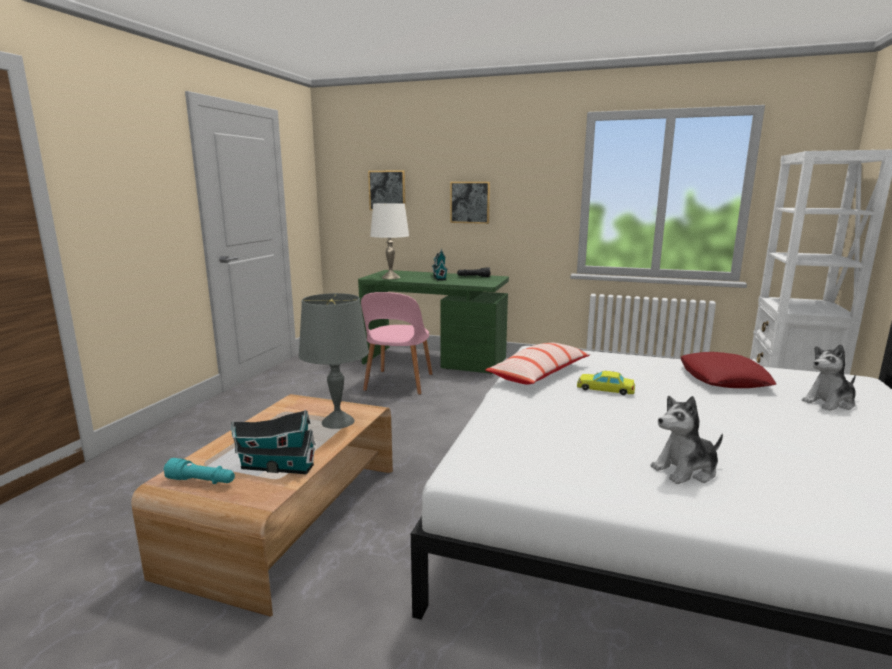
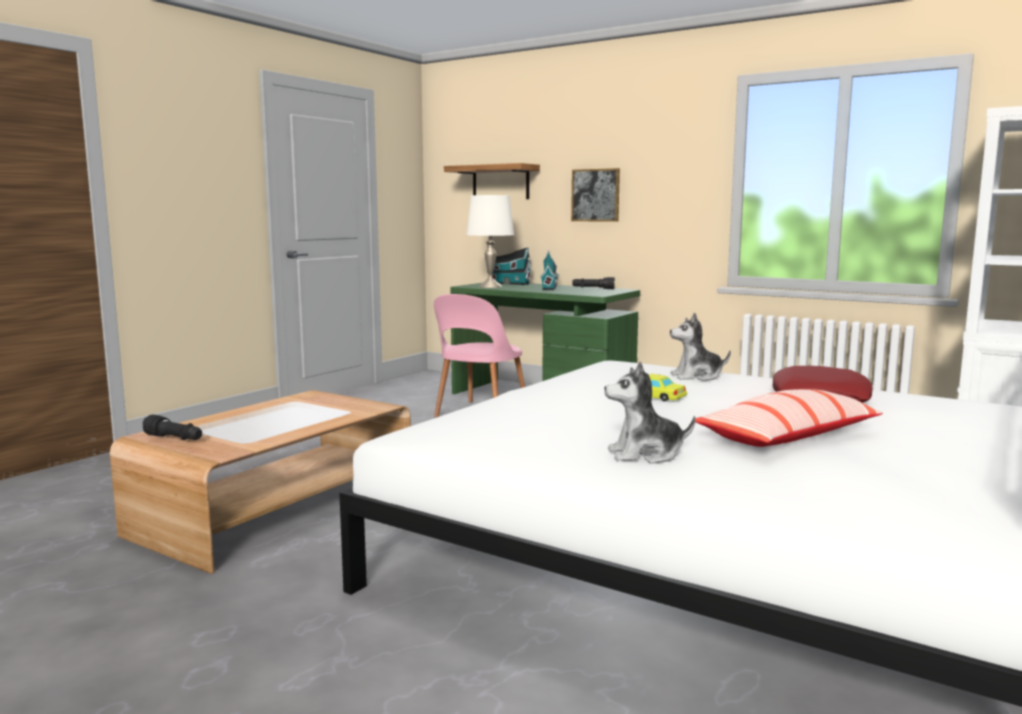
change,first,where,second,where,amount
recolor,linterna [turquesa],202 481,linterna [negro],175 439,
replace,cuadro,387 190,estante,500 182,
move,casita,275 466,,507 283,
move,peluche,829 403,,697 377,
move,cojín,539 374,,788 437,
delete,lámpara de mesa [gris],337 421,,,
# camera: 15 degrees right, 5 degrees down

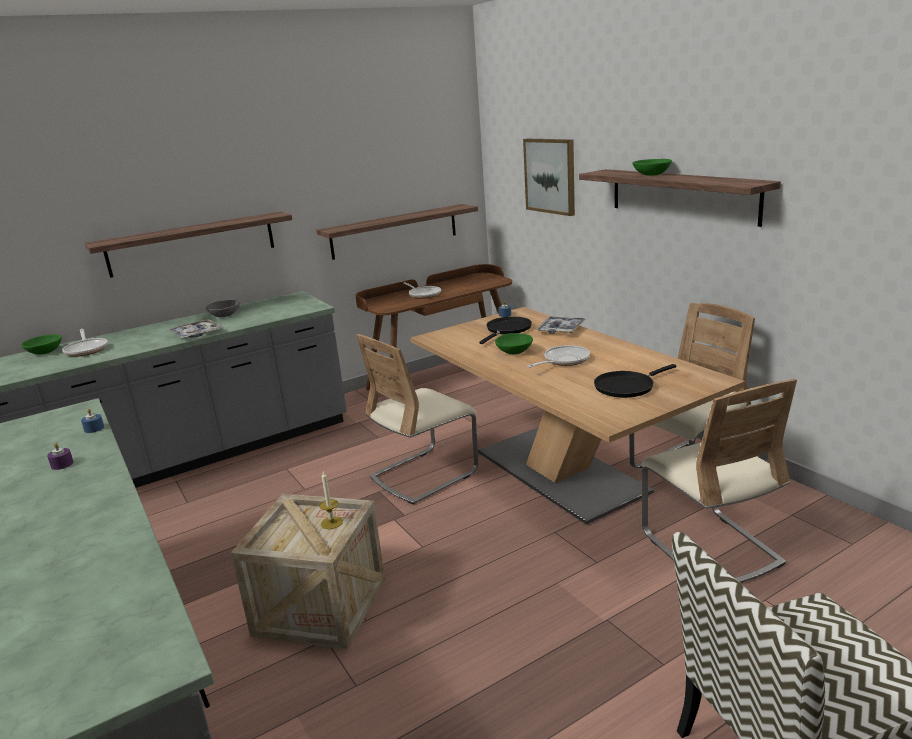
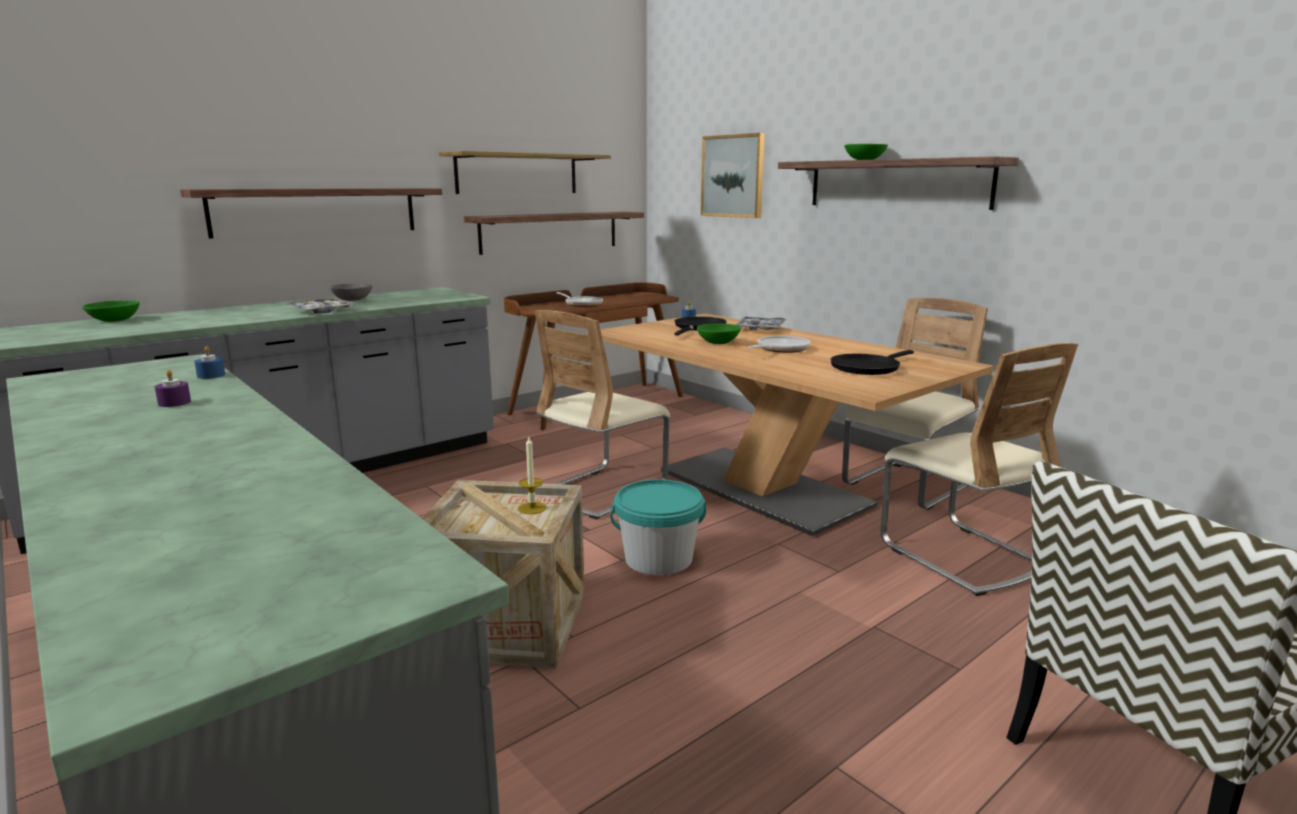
change,first,where,second,where,amount
insert,,,estante,517 174,
insert,,,cubo [turquesa],658 559,
delete,sartén,87 349,,,
# camera: 10 degrees left, 5 degrees down

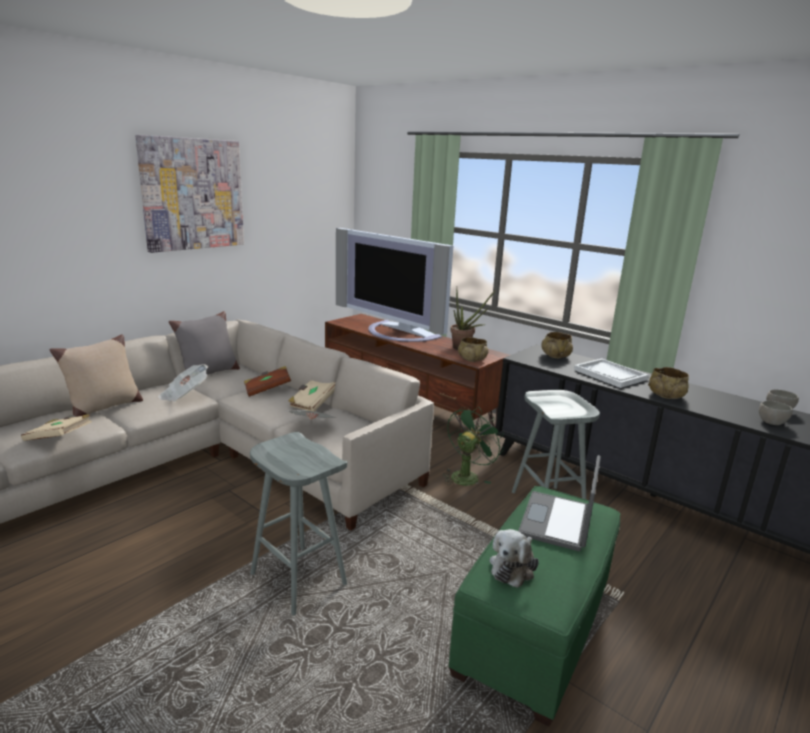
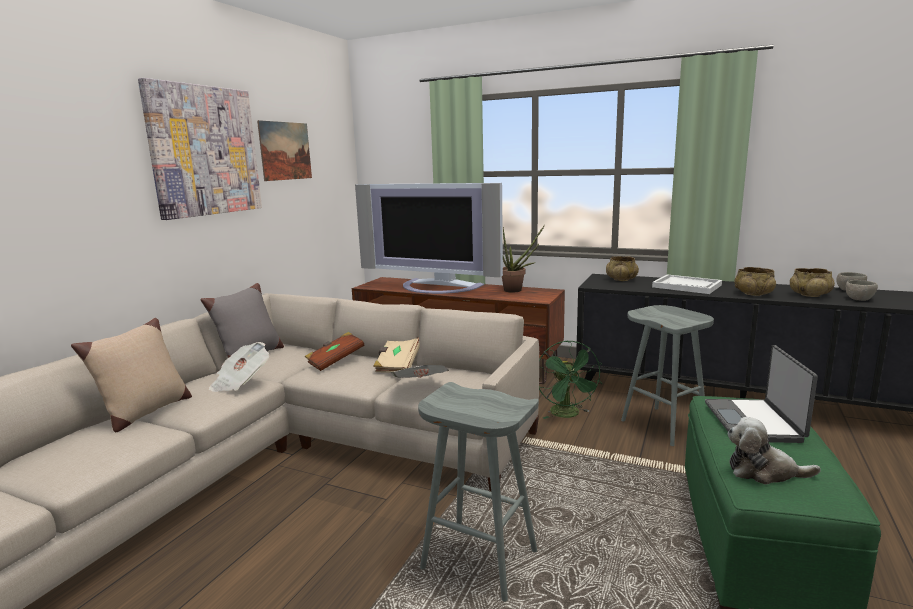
change,first,where,second,where,amount
insert,,,cuadro,285 151,
rotate,ventilador [verde],467 475,,568 415,150 degrees clockwise
rotate,peluche,513 567,,764 472,90 degrees clockwise
move,cuenco [beis],472 359,,809 295,
delete,libro [beis],59 438,,,
# camera: 15 degrees left, 5 degrees down

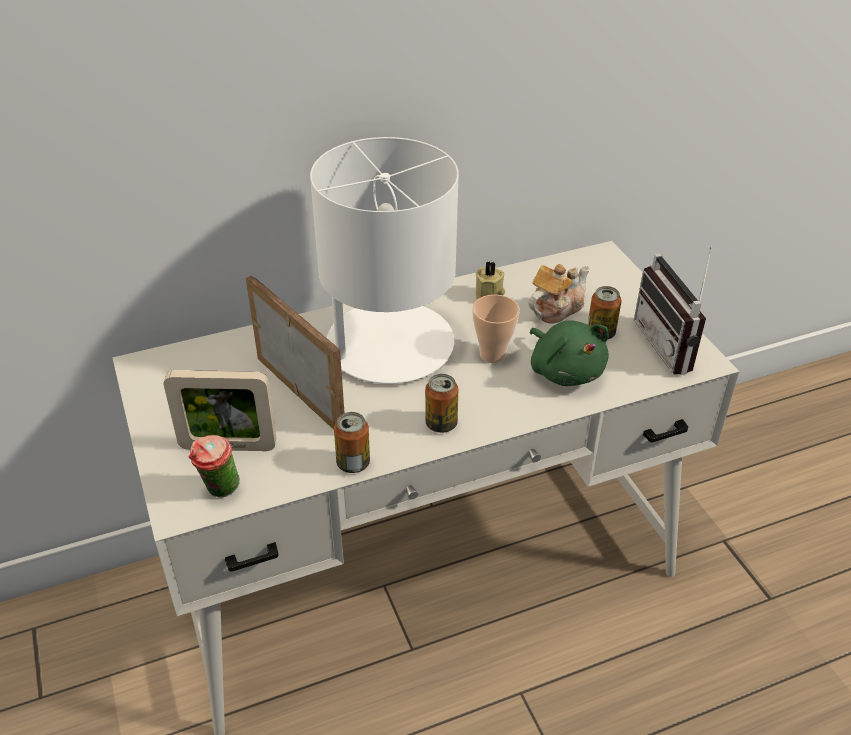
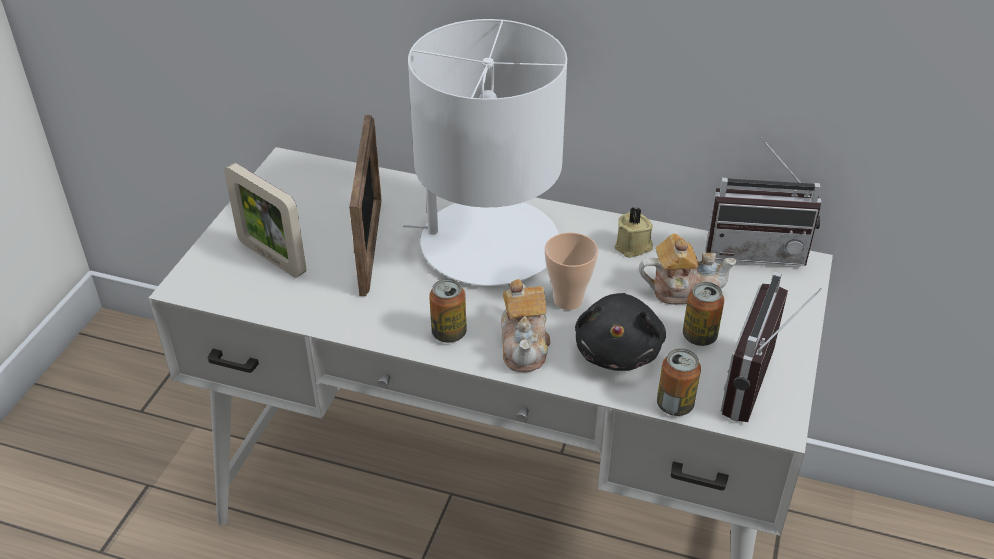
change,first,where,second,where,amount
insert,,,tetera,525 345,
recolor,peluche [verde],565 370,peluche [negro],618 350,
move,lata,353 463,,675 405,
insert,,,radio,755 250,
delete,taza,219 491,,,
# camera: 40 degrees right, 0 degrees up

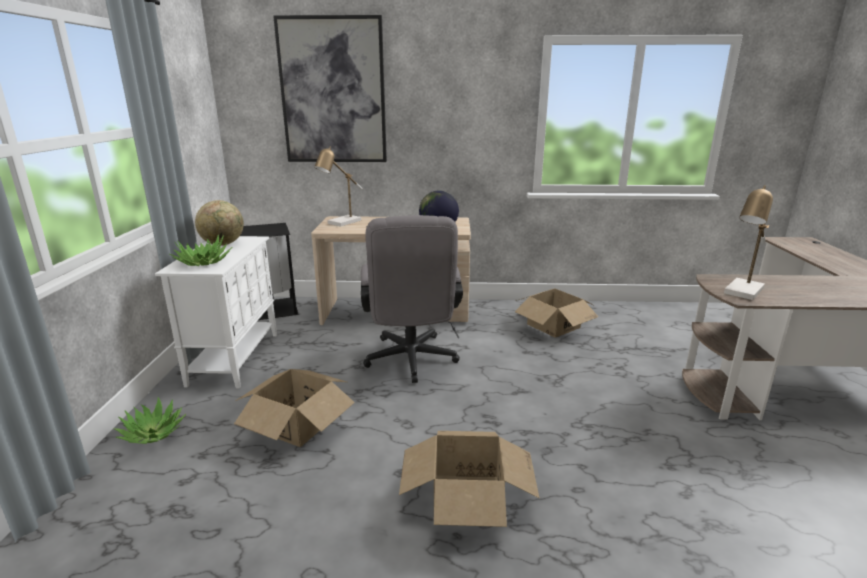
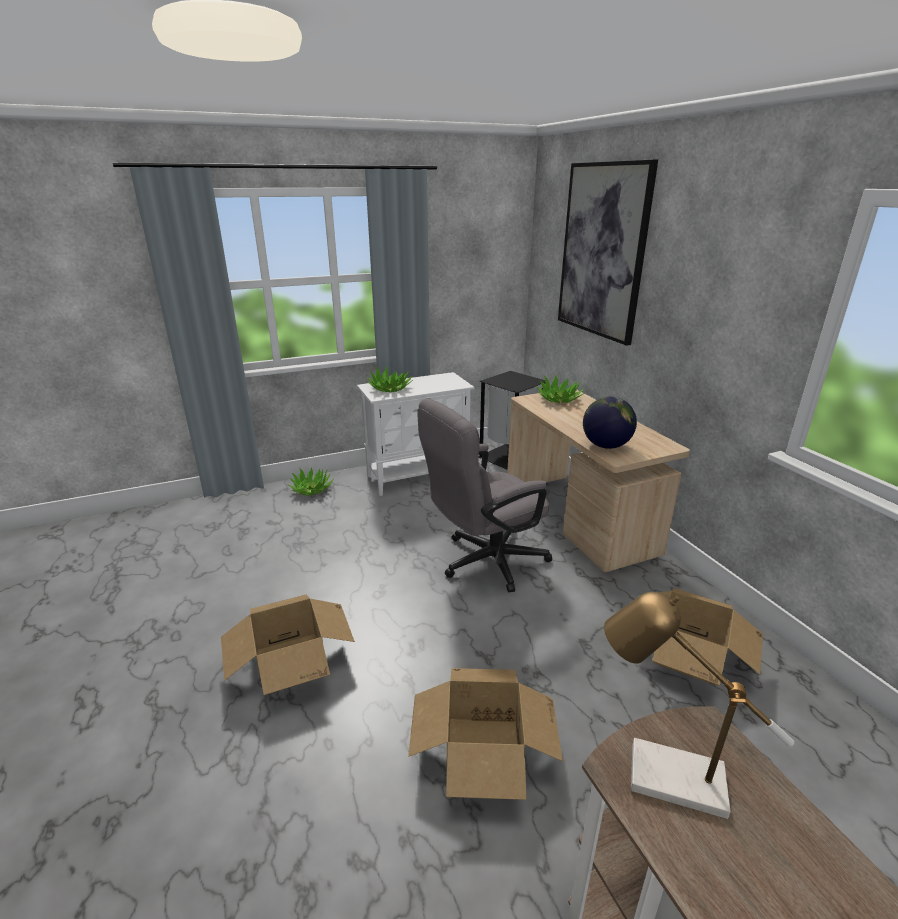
change,first,where,second,where,amount
move,caja de cartón,297 424,,483 749,
replace,lámpara de mesa,341 223,planta en maceta,559 399,
delete,globo terráqueo,223 244,,,
# camera: 65 degrees right, 5 degrees up

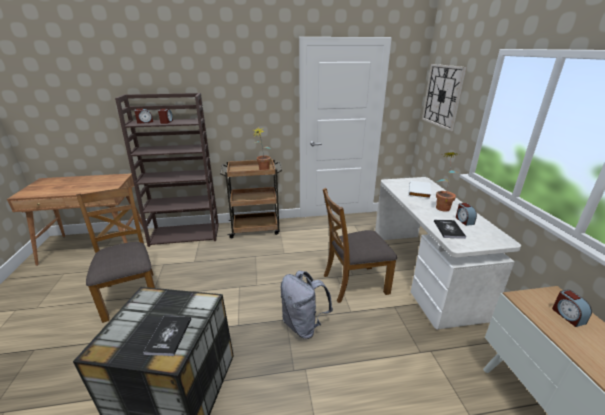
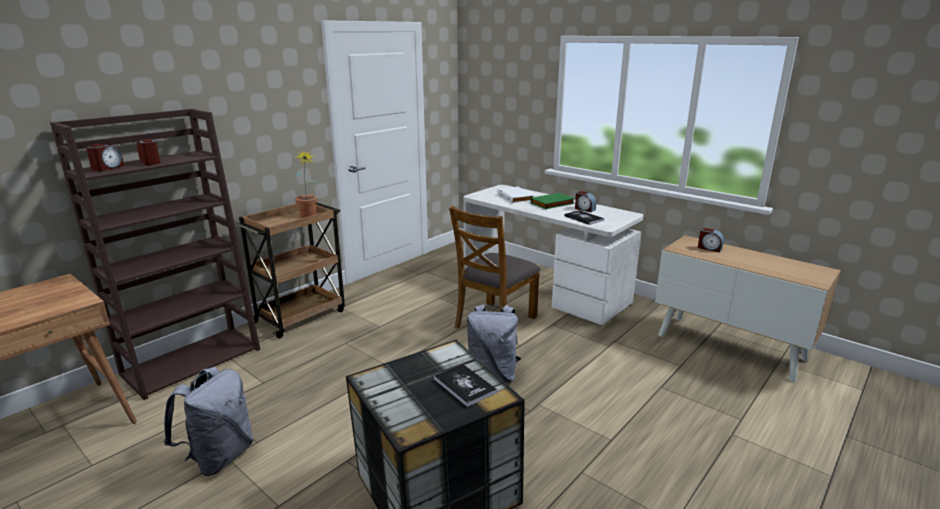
change,first,where,second,where,amount
replace,silla [marrón],131 294,mochila [gris],219 457,
replace,planta en maceta,442 206,libro [verde],552 204,
delete,reloj de pared,442 96,,,
# camera: 40 degrees left, 5 degrees down

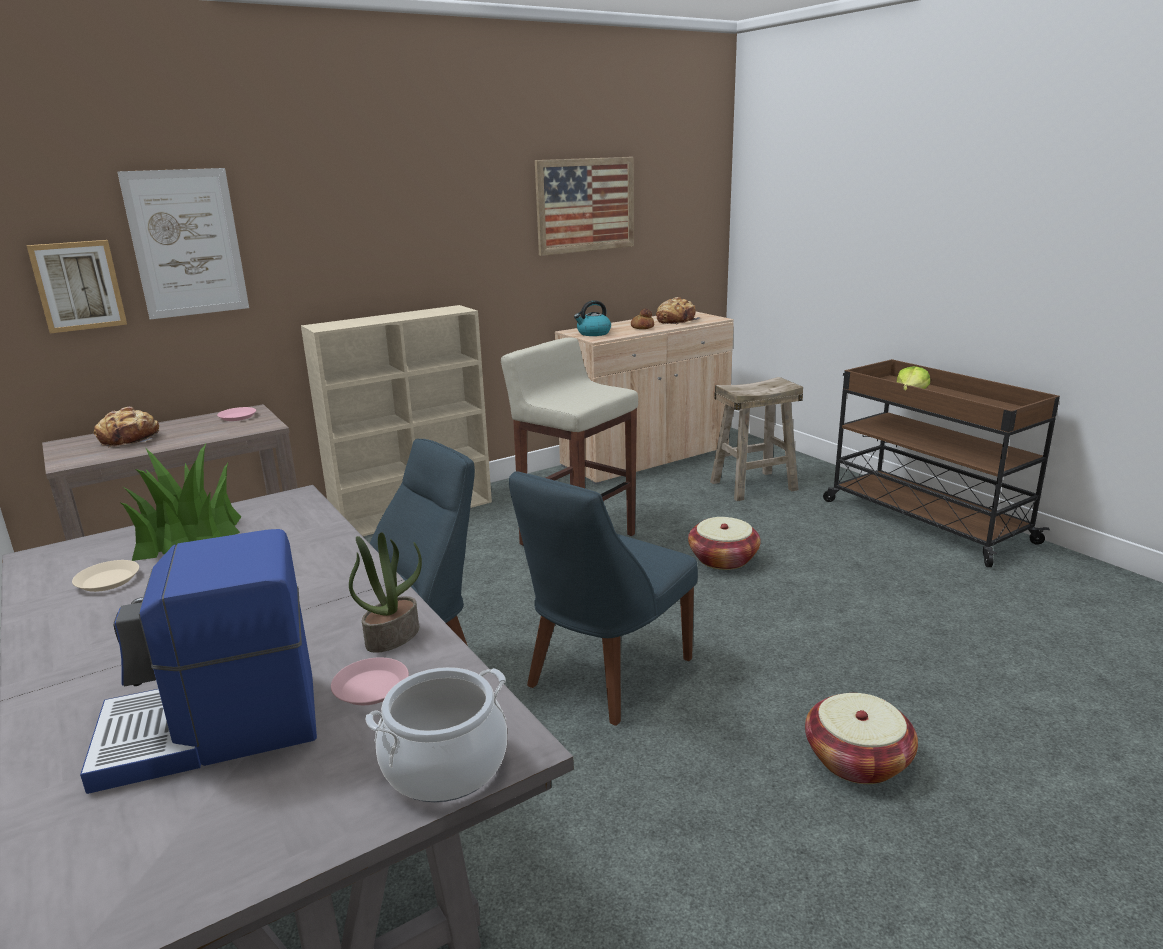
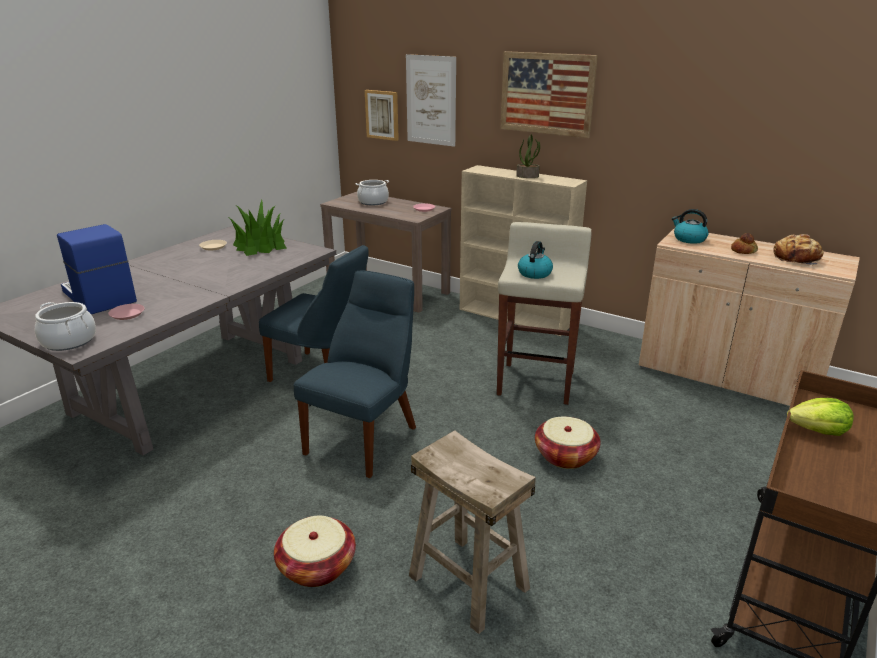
change,first,where,second,where,amount
rotate,silla [azul],604 675,,365 438,105 degrees clockwise
replace,pan,130 439,olla,373 202,
move,taburete [beis],753 485,,469 581,
move,cuadro,585 205,,546 94,
move,planta en maceta,392 636,,527 176,
insert,,,hervidor,534 273,
# camera: 65 degrees right, 5 degrees up

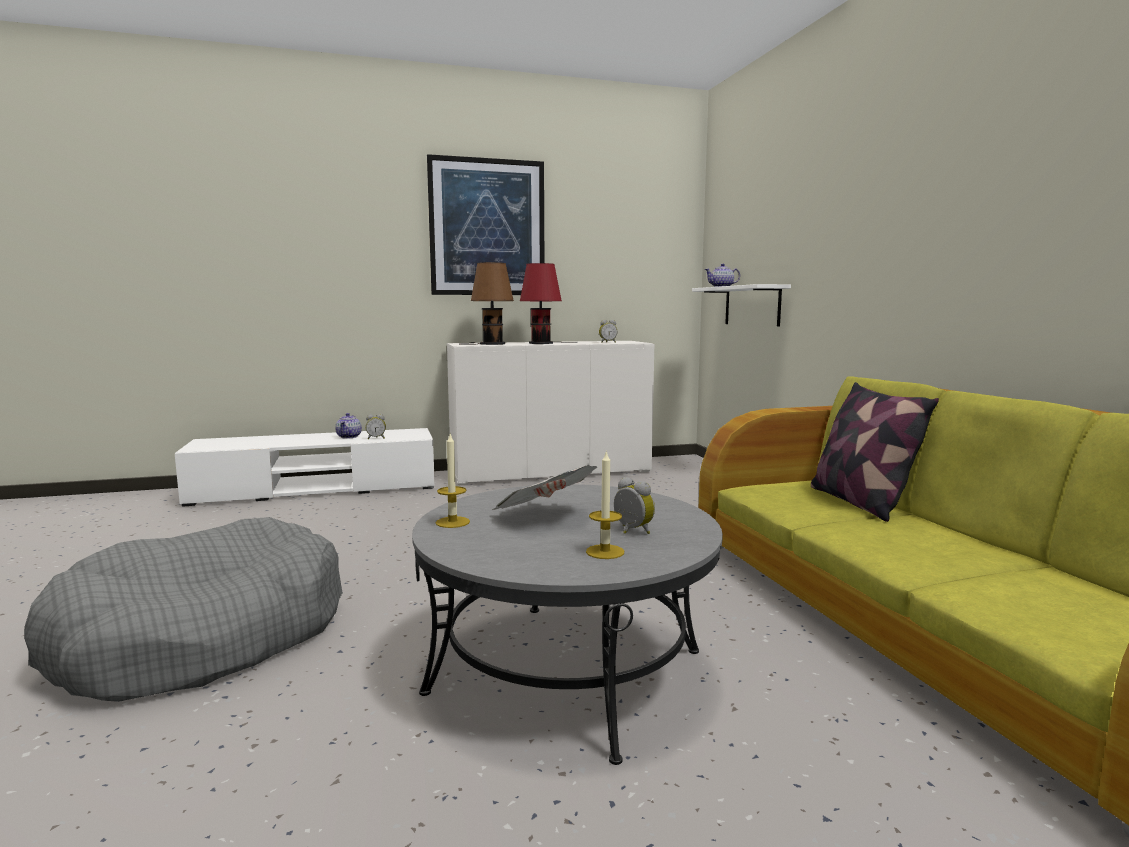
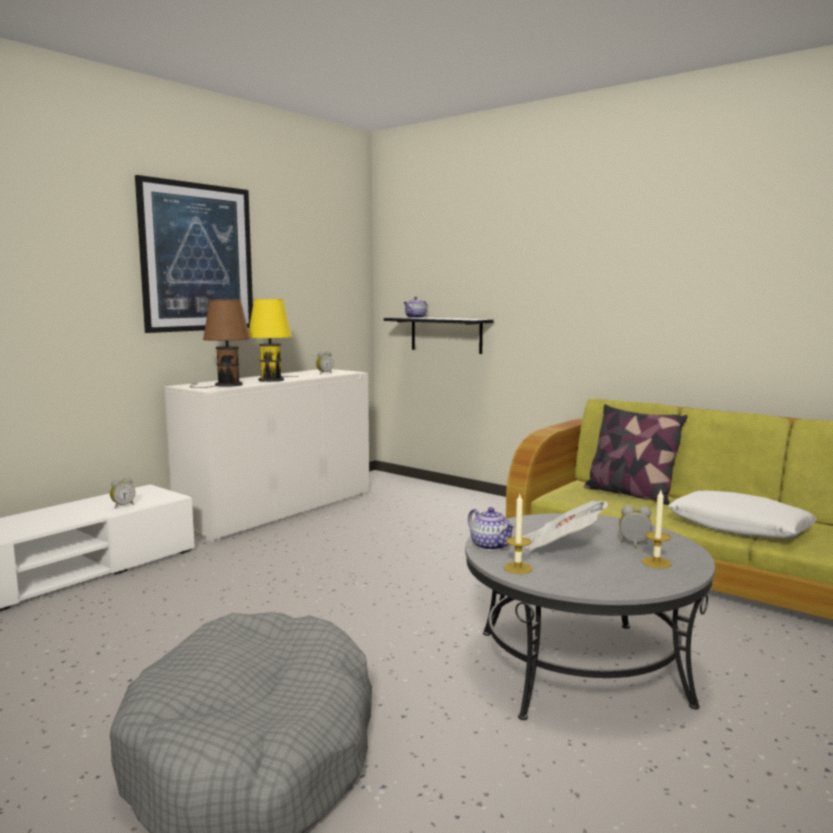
change,first,where,second,where,amount
recolor,lámpara de mesa [rojo],543 343,lámpara de mesa [amarillo],272 379,
recolor,estante [blanco],752 306,estante [negro],446 335,
move,tetera,349 436,,490 545,
insert,,,cojín [blanco],739 528,
# camera: 35 degrees left, 0 degrees up

